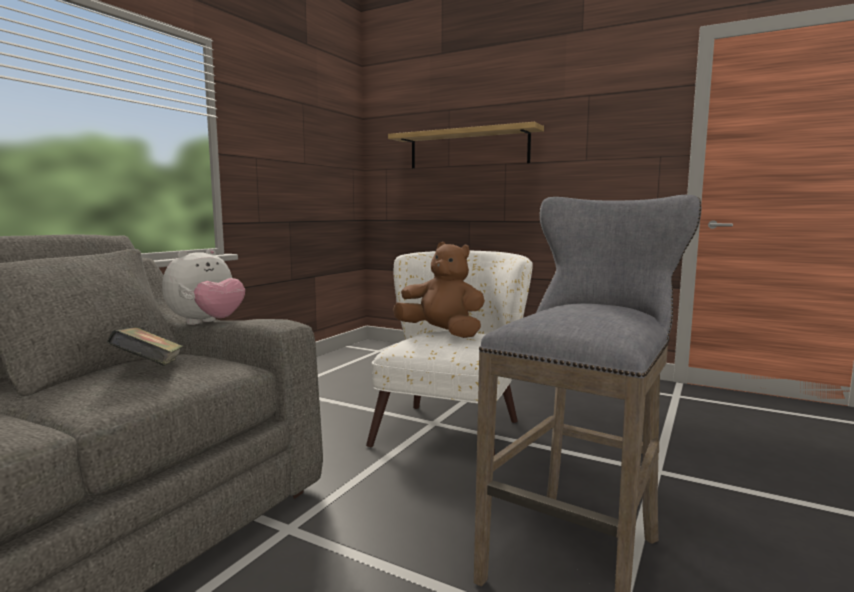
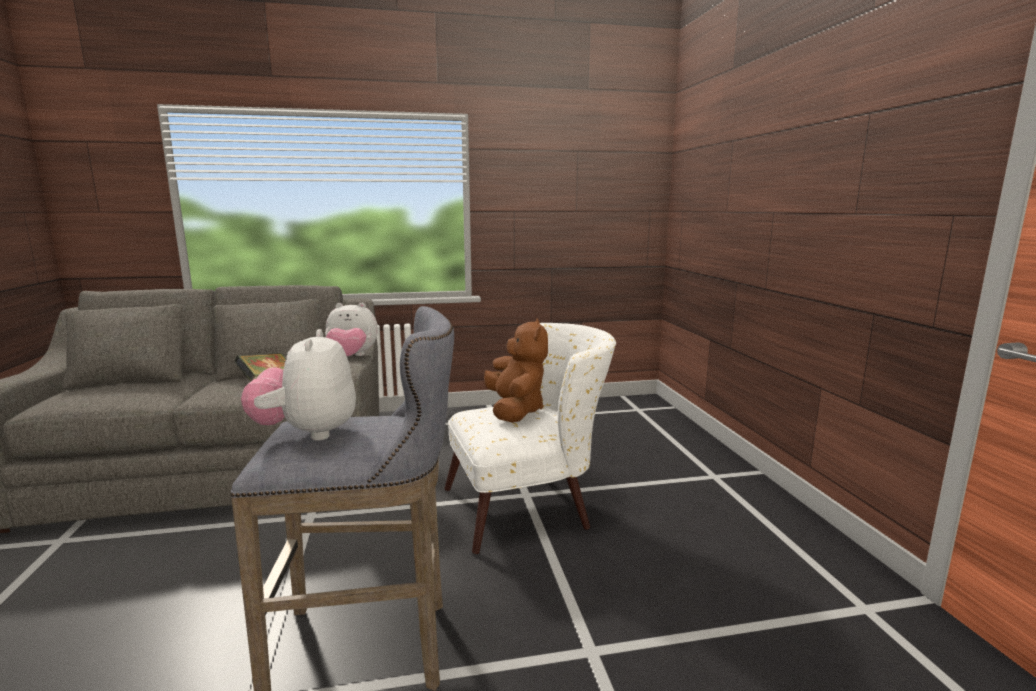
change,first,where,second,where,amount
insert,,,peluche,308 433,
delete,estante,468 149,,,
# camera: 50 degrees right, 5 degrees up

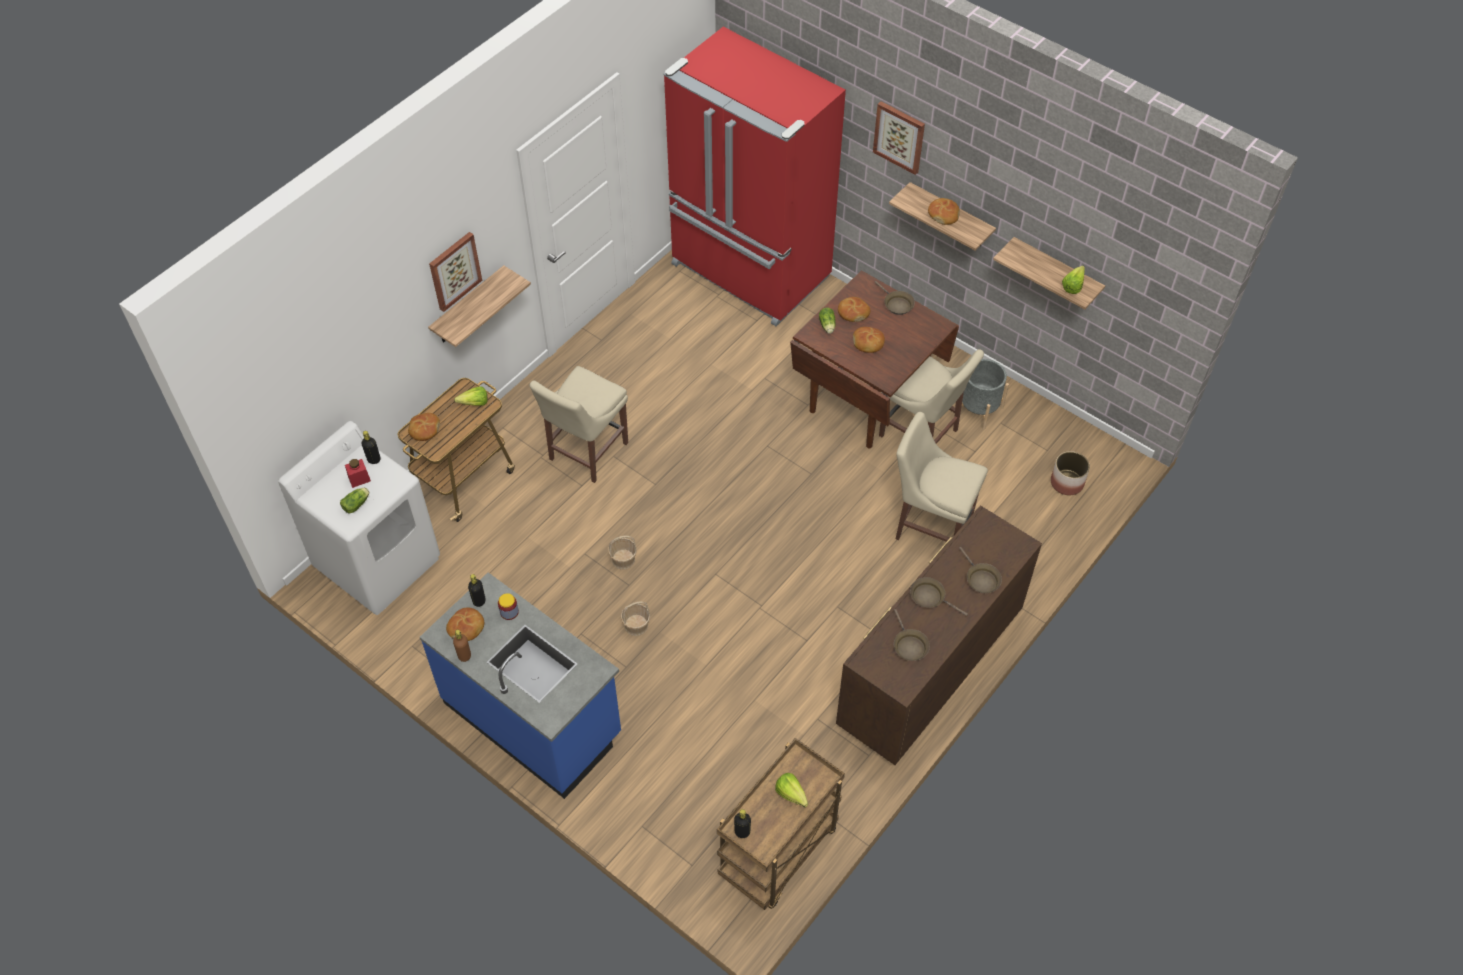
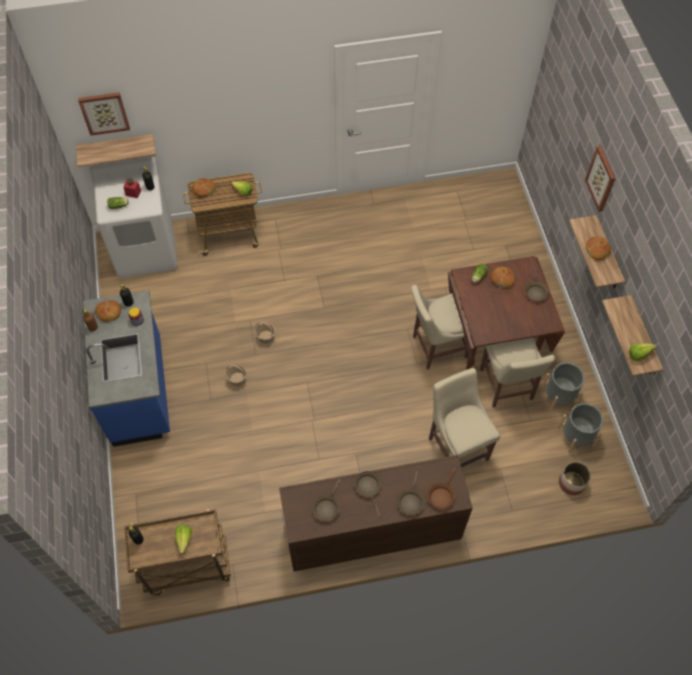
change,first,where,second,where,amount
move,estante,468 307,,117 148,
move,cuadro,454 270,,104 113,
move,silla [beis],585 453,,437 347,
insert,,,sartén [marrón],441 495,
insert,,,maceta [gris],576 436,
delete,nevera [rojo],749 272,,,
delete,pan,868 343,,,
# camera: 40 degrees right, 5 degrees up

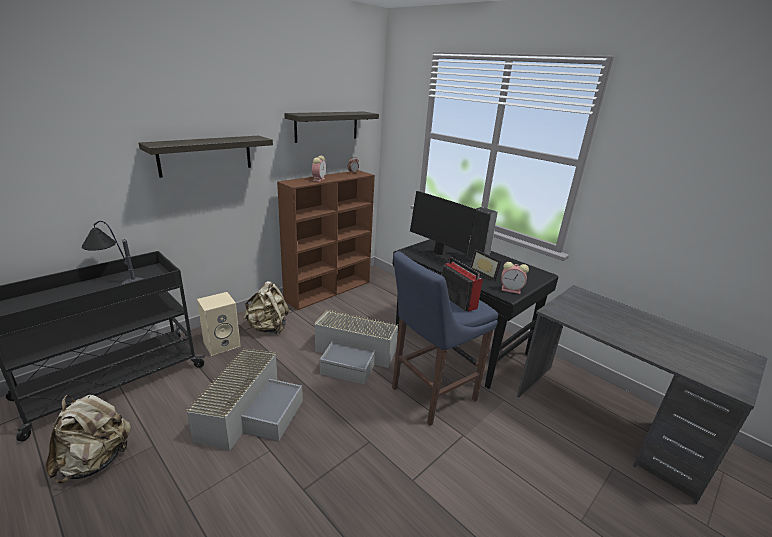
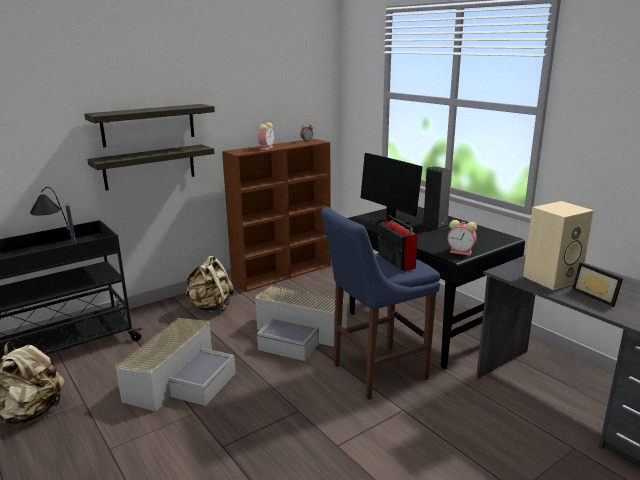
change,first,where,second,where,amount
move,estante,327 126,,149 167,
move,altavoz [beis],222 344,,552 278,
move,portarretratos,485 273,,597 296,
# camera: 10 degrees right, 5 degrees down

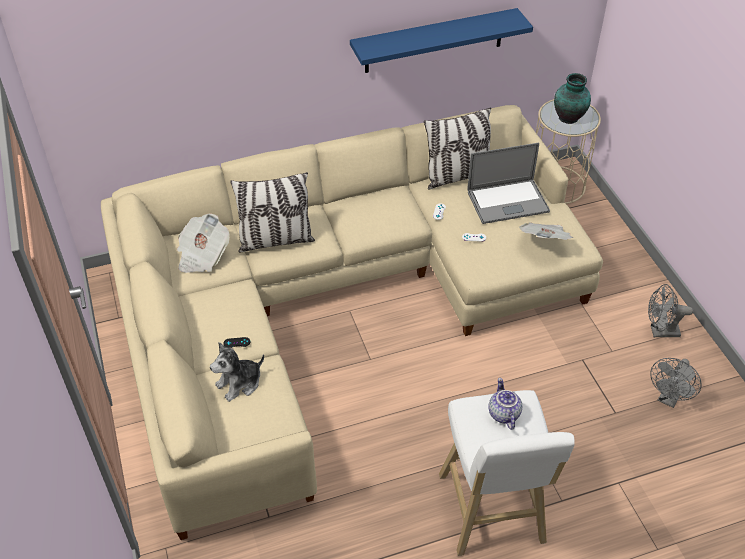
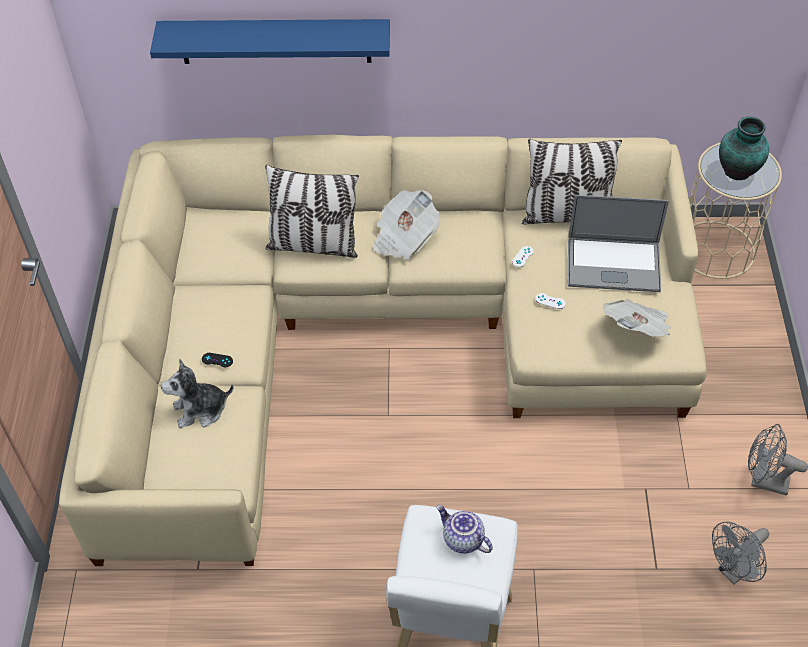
change,first,where,second,where,amount
move,estante [azul],434 41,,275 41,
move,periódico,202 255,,404 237,
rotate,tetera,503 414,,462 540,60 degrees counterclockwise
# camera: 20 degrees right, 5 degrees up

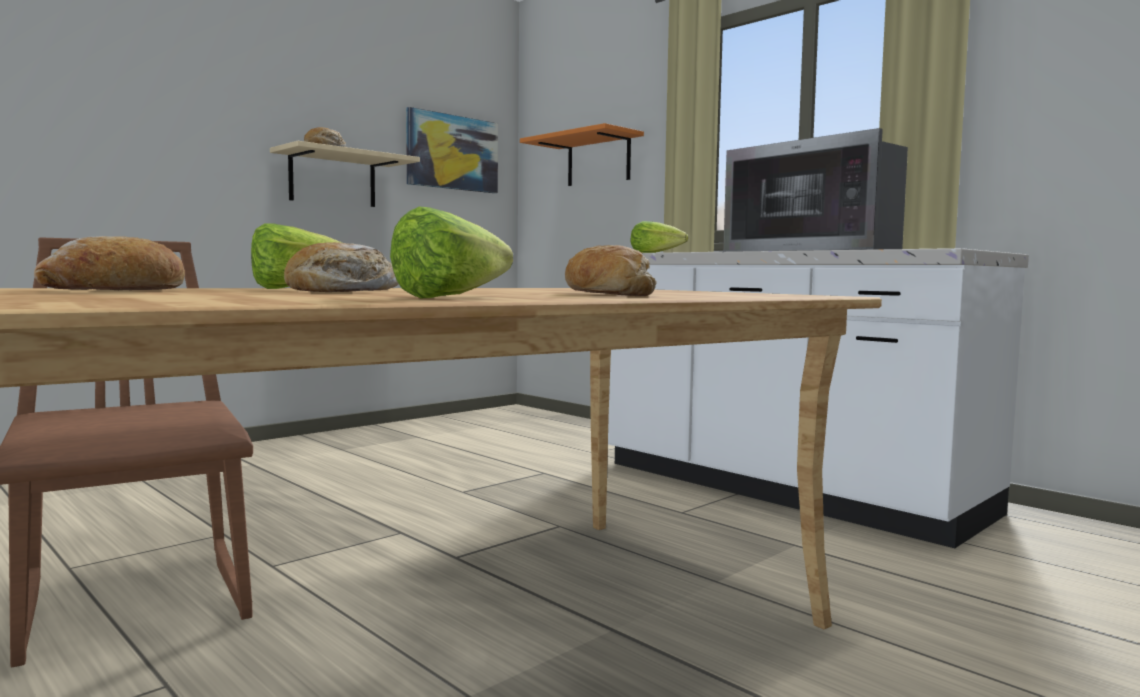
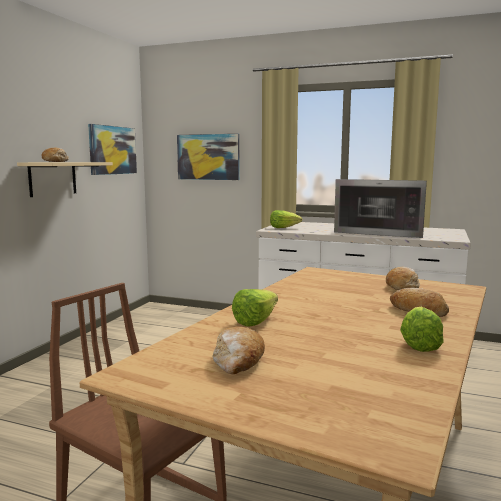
change,first,where,second,where,amount
replace,estante [naranja],598 160,cuadro,208 157,
move,pan,344 291,,402 286,
# camera: 25 degrees left, 5 degrees up

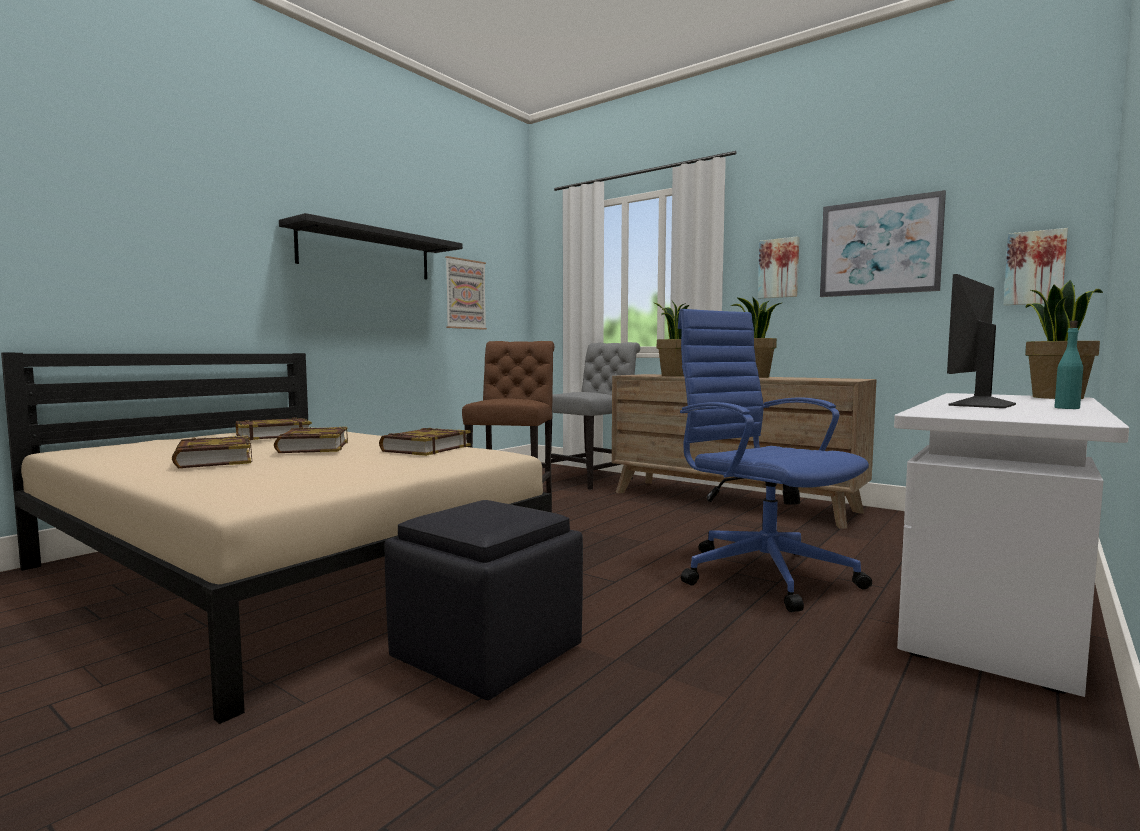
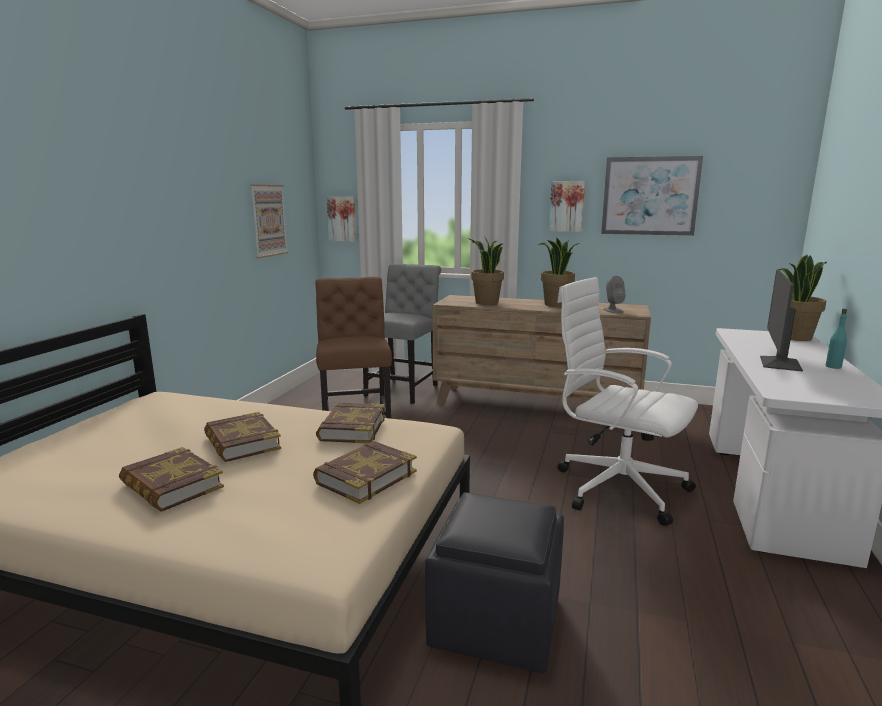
change,first,where,second,where,amount
move,libro,273 435,,365 477,
move,cuadro,1034 268,,342 219,
recolor,silla de oficina [azul],762 573,silla de oficina [blanco],616 487,
insert,,,altavoz [gris],613 310,
delete,estante [negro],366 253,,,
# camera: 20 degrees left, 10 degrees up

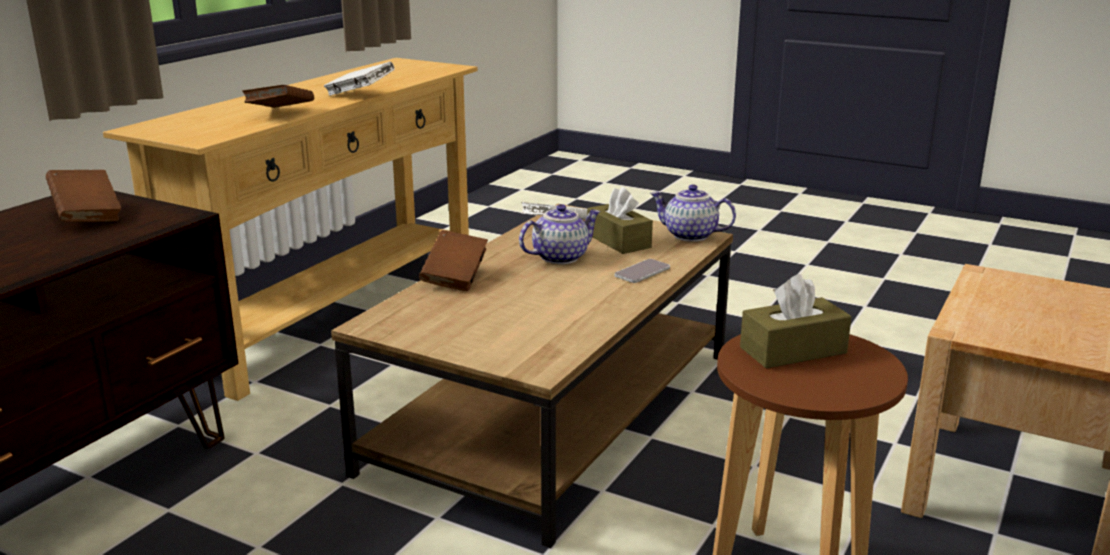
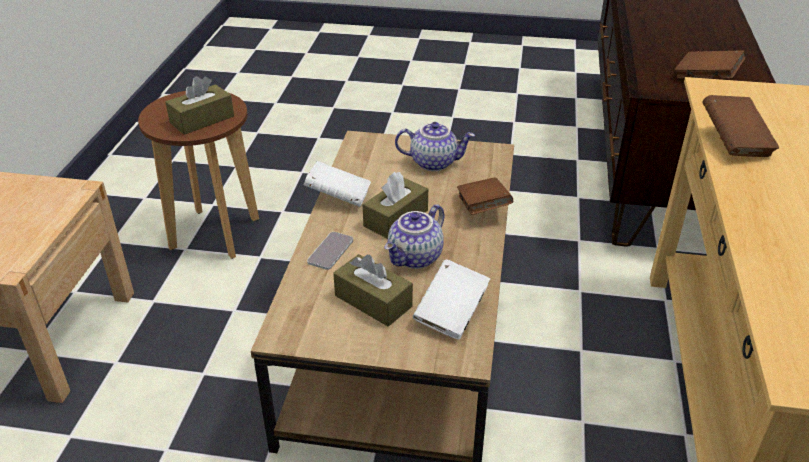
change,first,where,second,where,amount
move,libro [blanco],360 95,,338 197,
insert,,,caja de pañuelos [marrón],396 218,
move,tetera,689 236,,434 162,
# camera: 160 degrees right, 15 degrees up

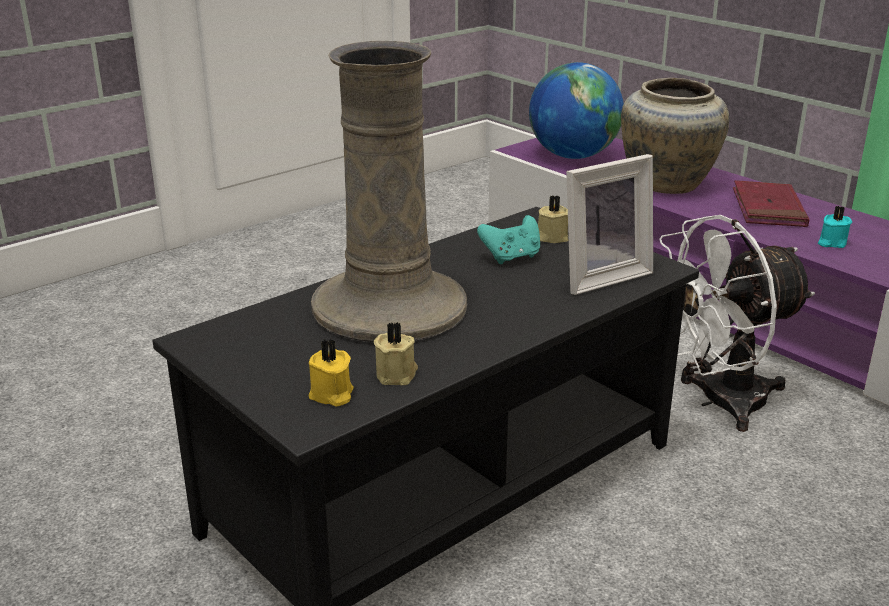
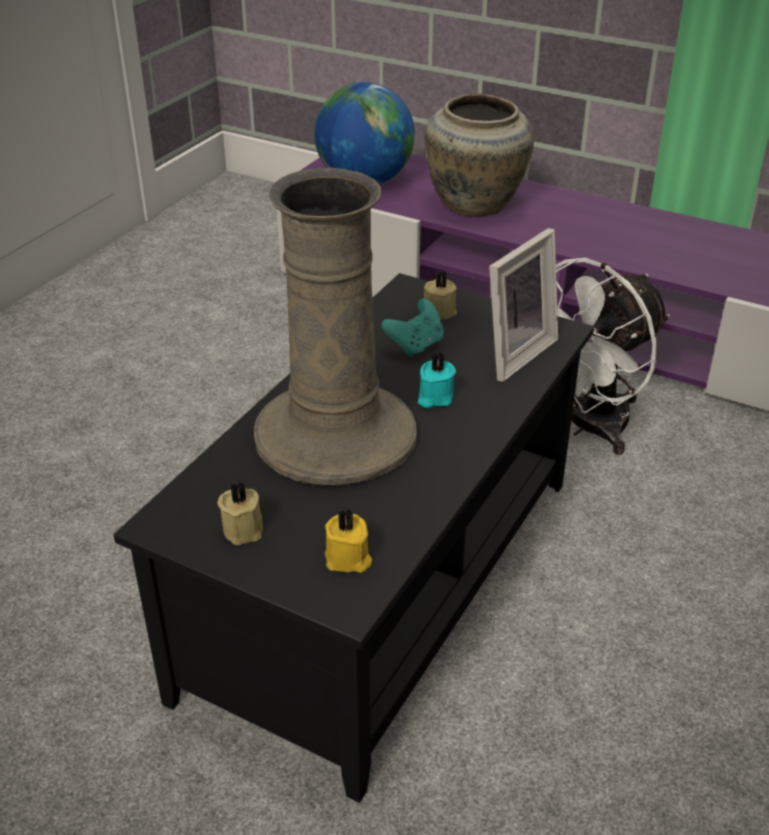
change,first,where,second,where,amount
move,vela [beis],397 374,,244 528,
move,vela [turquesa],831 243,,434 398,
delete,libro [rojo],768 209,,,
# camera: 20 degrees left, 10 degrees up

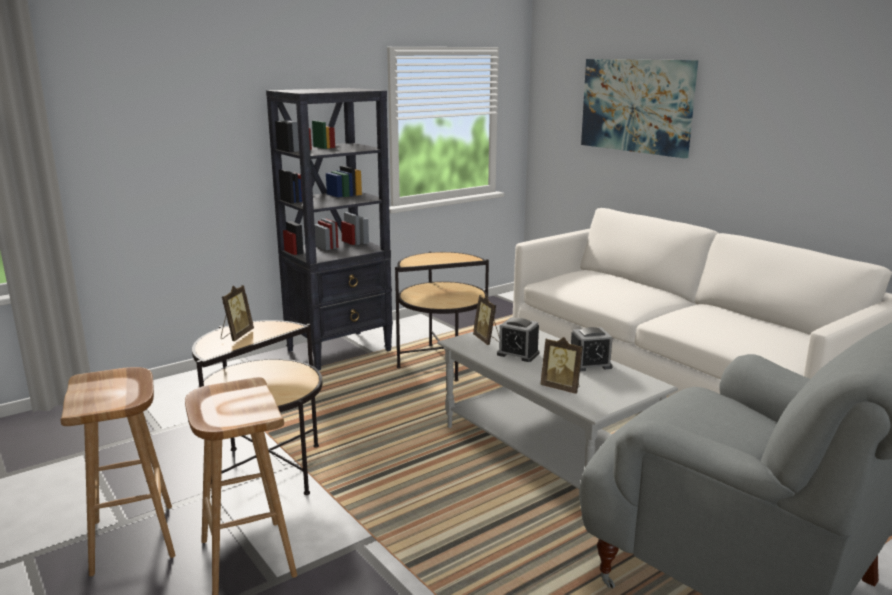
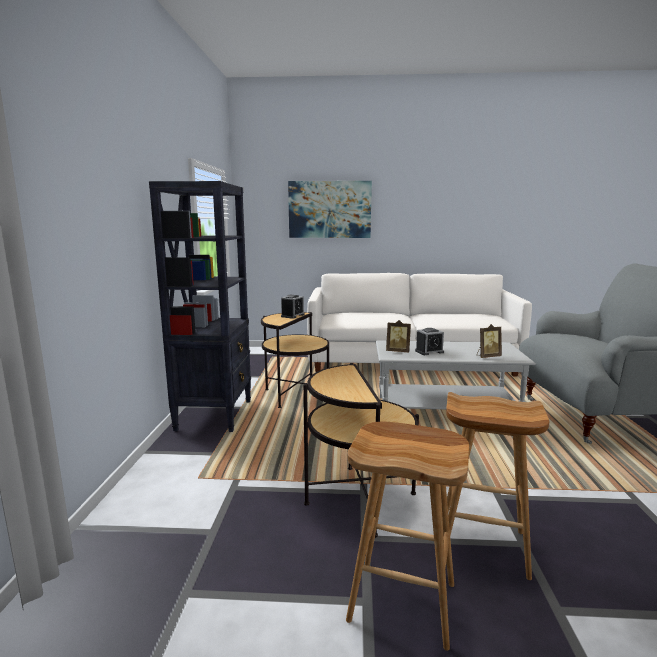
change,first,where,second,where,amount
move,despertador,590 364,,292 315,
delete,portarretratos,236 335,,,
# camera: 50 degrees left, 5 degrees down

